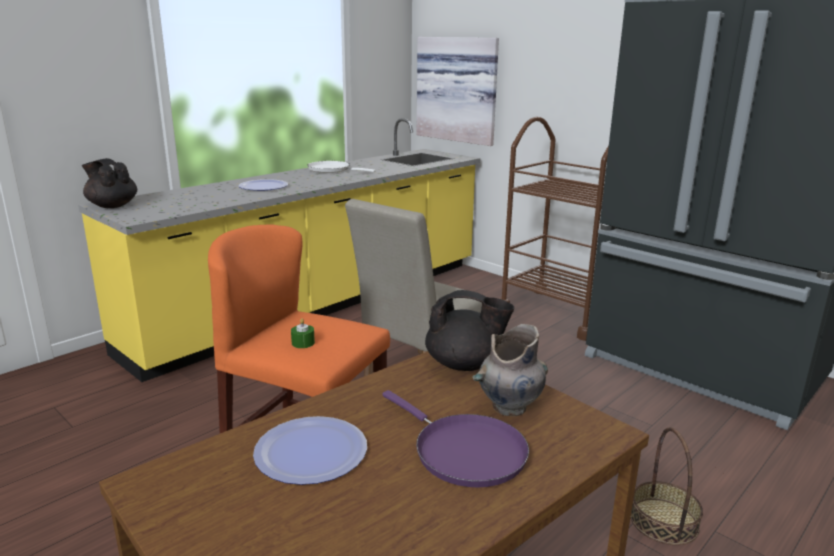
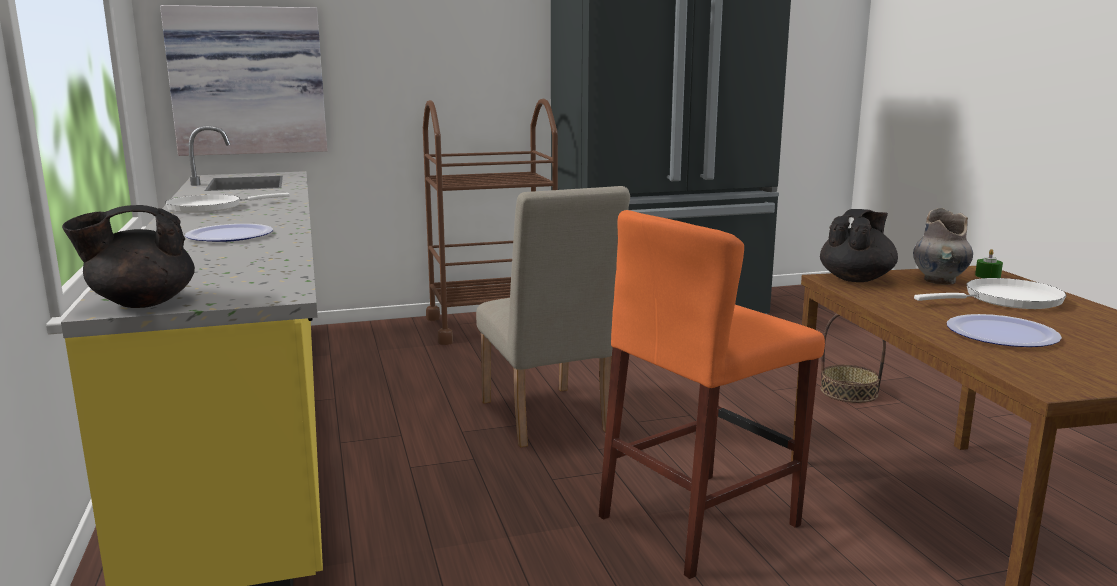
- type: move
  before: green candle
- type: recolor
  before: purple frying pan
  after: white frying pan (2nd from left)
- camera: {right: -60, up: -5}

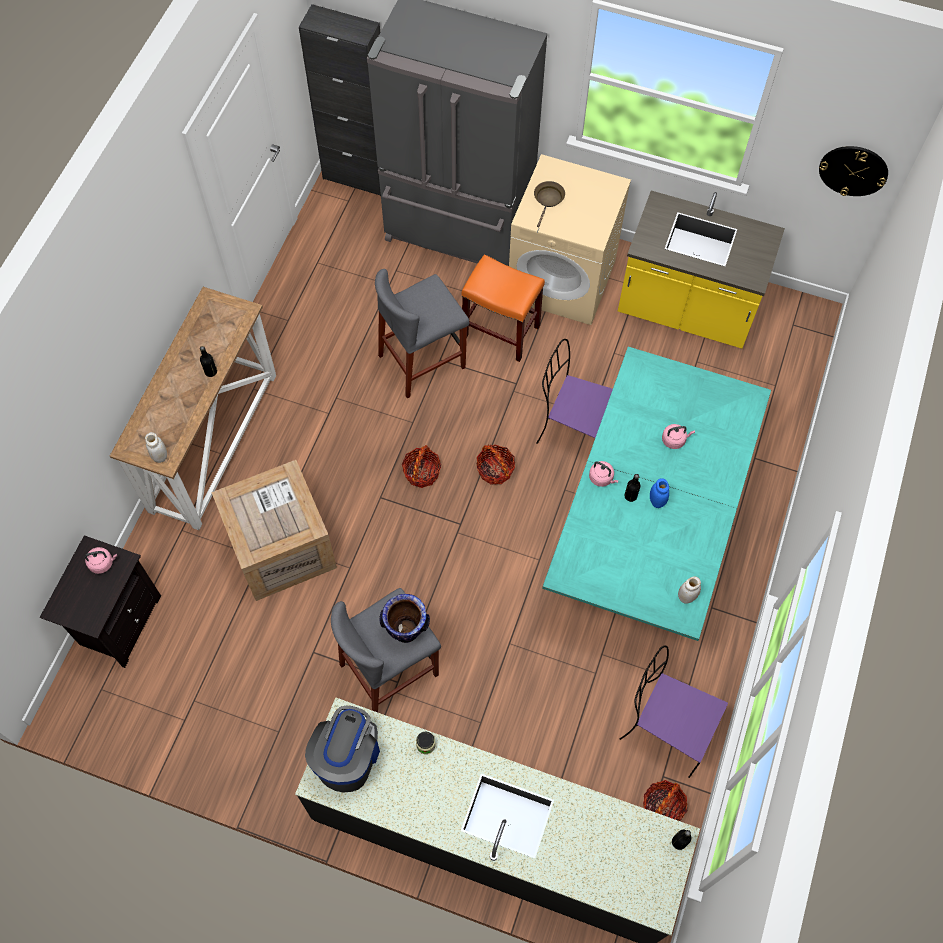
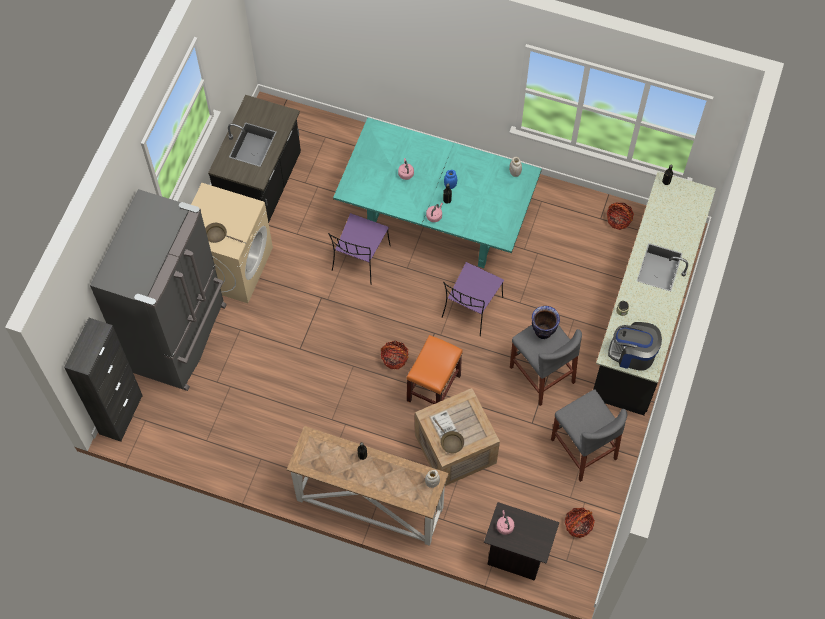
- type: delete
  before: wall clock
- type: insert
  after: brown frying pan (2nd from left)
- type: move
  before: grey stool (2nd from left)
- type: move
  before: orange stool
- type: move
  before: basket (2nd from left)
- type: move
  before: purple chair (2nd from left)
- type: recolor
  before: yellow counter
  after: black counter (1st from left)
- camera: {right: -90, up: 0}

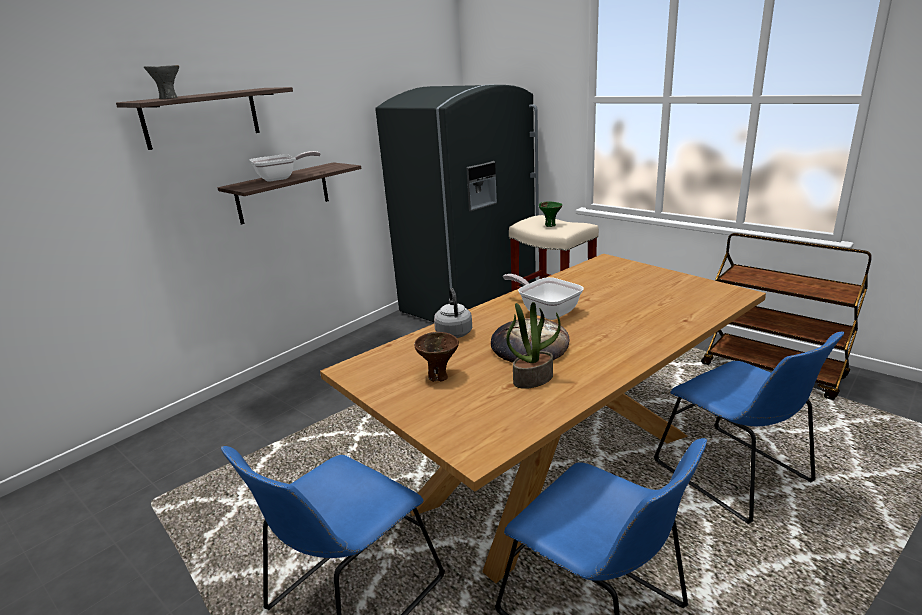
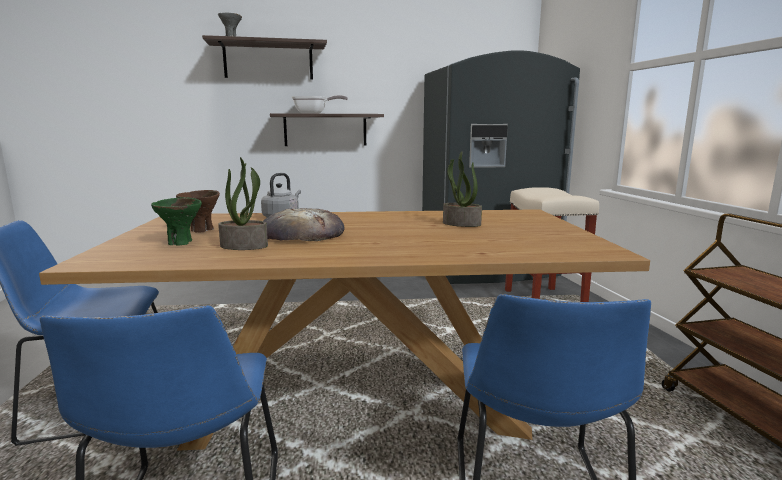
- type: delete
  before: frying pan (2nd from left)
- type: insert
  after: potted plant (2nd from left)
- type: move
  before: green bowl
- camera: {right: 35, up: -10}

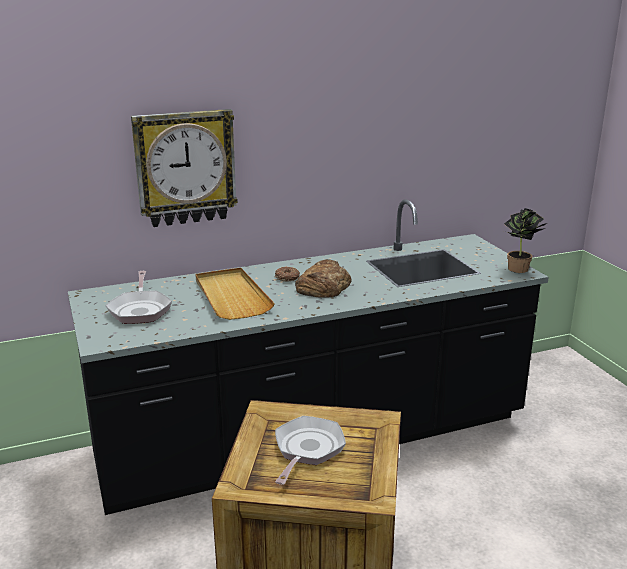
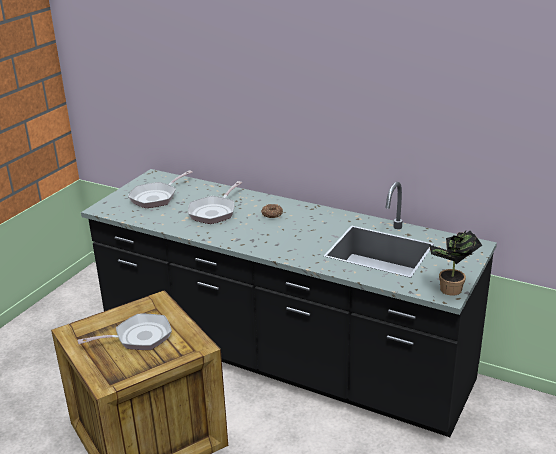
- type: delete
  before: wall clock
- type: delete
  before: bread
- type: replace
  before: beige tray
  after: frying pan (3rd from left)
- camera: {right: 50, up: 5}

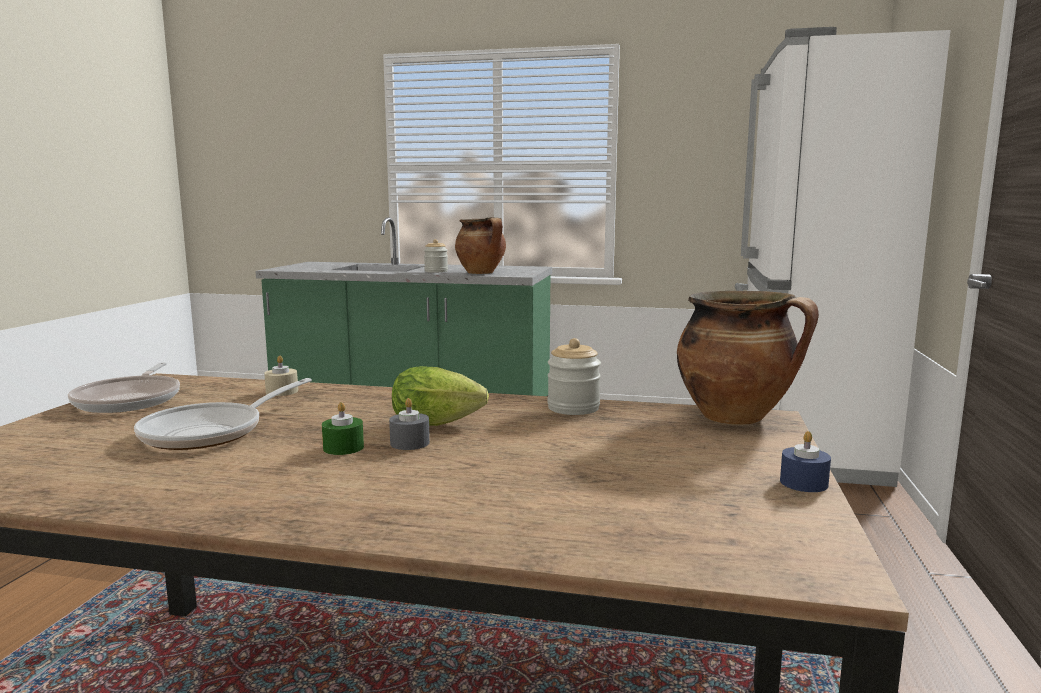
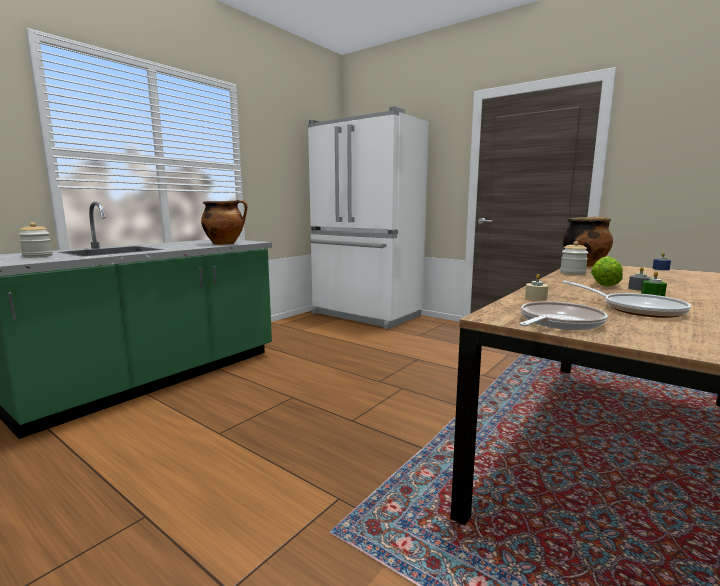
- type: move
  before: jar (1st from left)
- type: rotate
  before: frying pan (1st from left)
  turn: -60
- camera: {right: -65, up: 0}

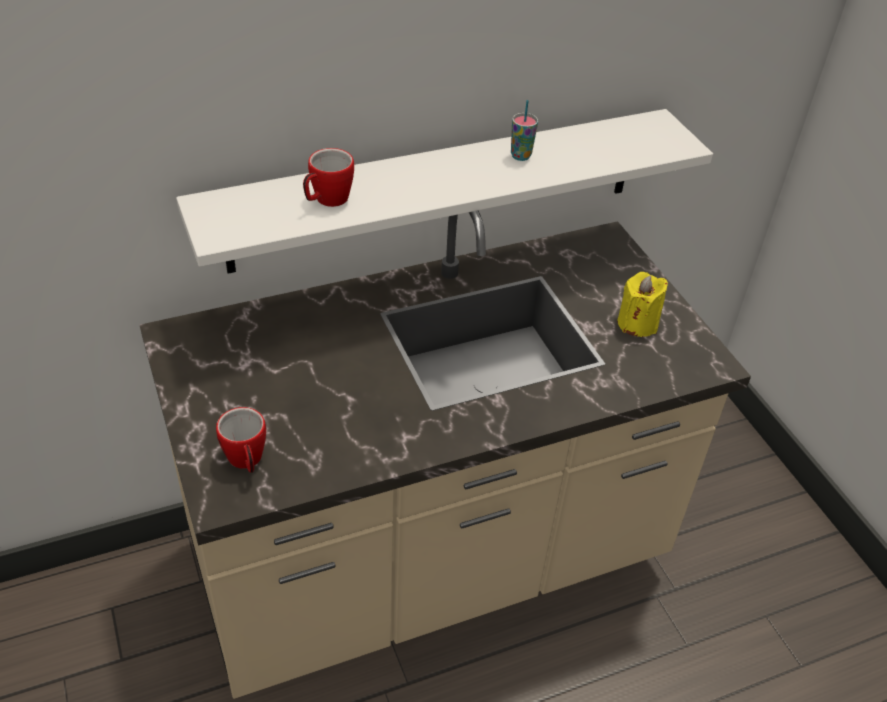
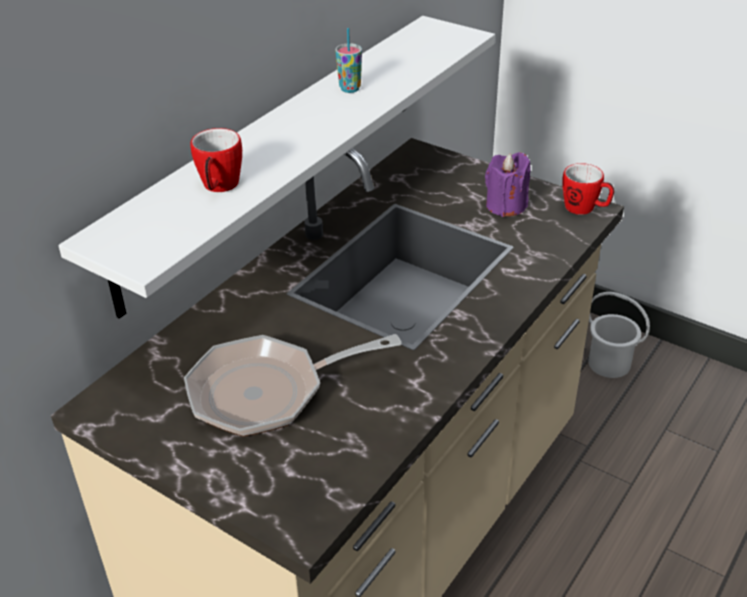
- type: insert
  after: frying pan
- type: insert
  after: white bucket
- type: move
  before: mug (1st from left in the first image)
  after: mug (2nd from left)
- type: recolor
  before: yellow candle
  after: purple candle
- camera: {right: -30, up: -5}

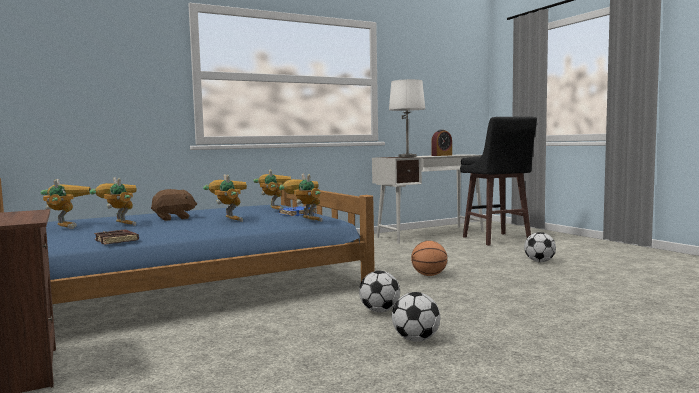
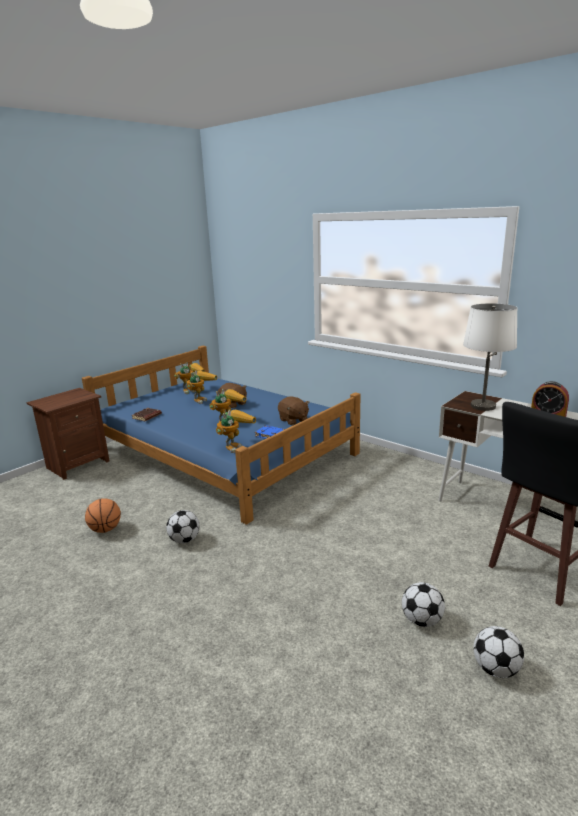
- type: move
  before: football (2nd from left in the first image)
  after: football (3rd from left)
- type: move
  before: basketball
- type: replace
  before: toy robot (4th from left)
  after: brown plush toy (2nd from left)
- camera: {right: 70, up: 15}

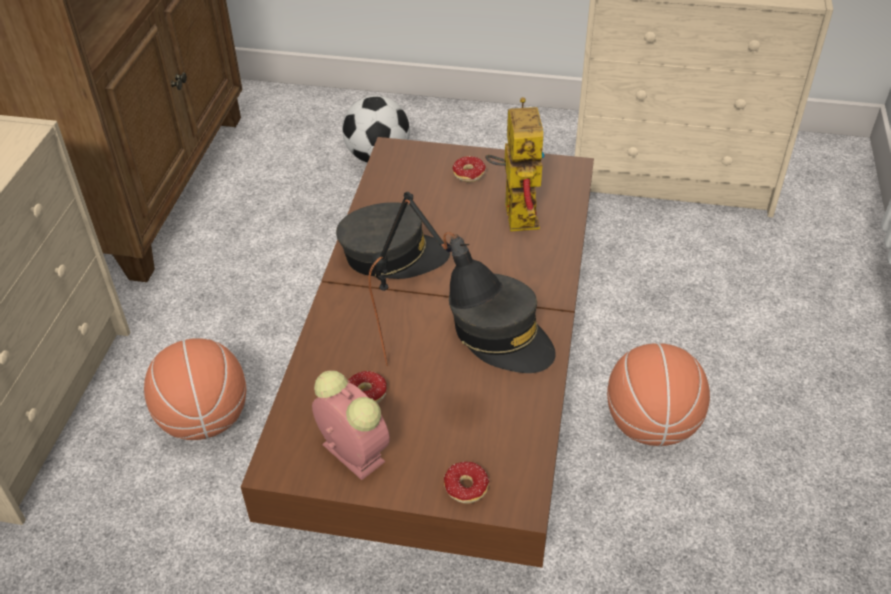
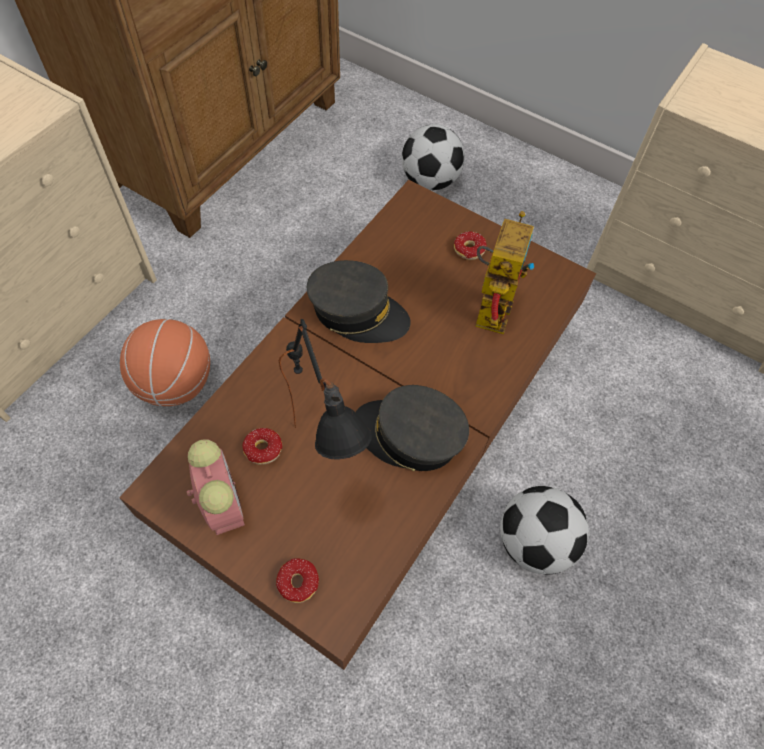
- type: replace
  before: basketball (2nd from left)
  after: football (2nd from left)
- type: rotate
  before: grey cap (2nd from left)
  turn: 135
- camera: {right: 20, up: 15}

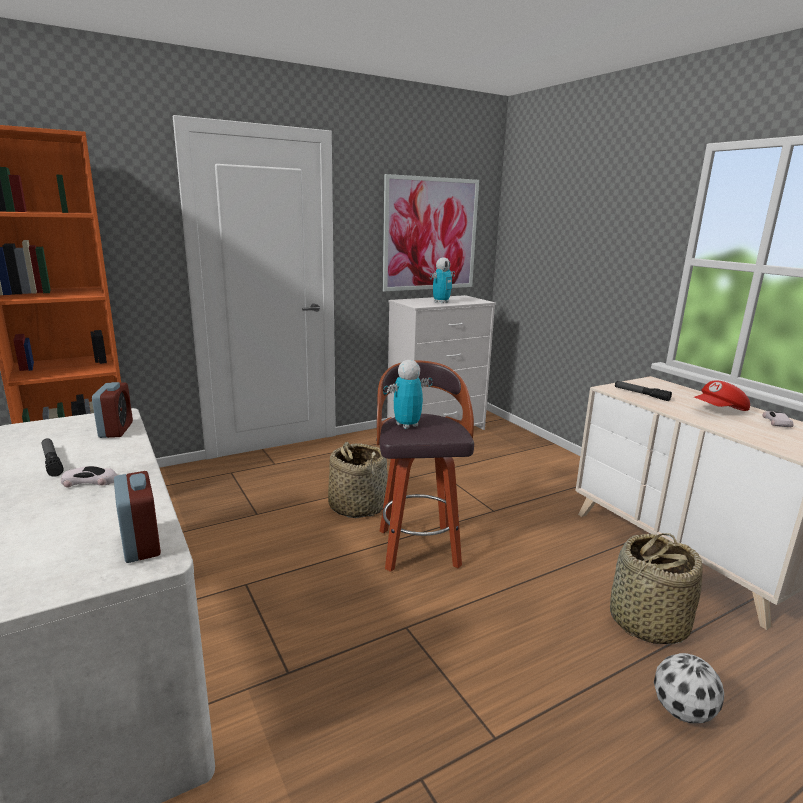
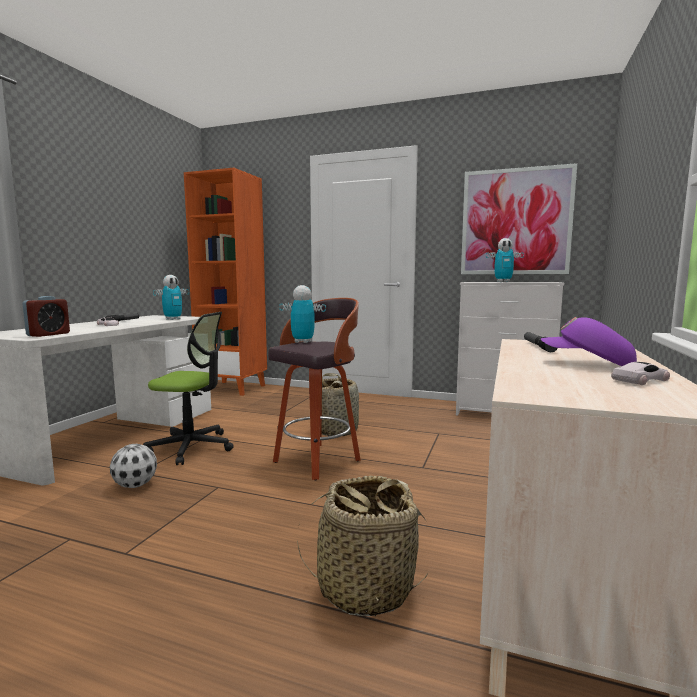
- type: insert
  after: office chair
- type: move
  before: football
- type: replace
  before: alarm clock (1st from left)
  after: toy robot (1st from left)
- type: recolor
  before: red cap
  after: purple cap
- camera: {right: 50, up: -10}

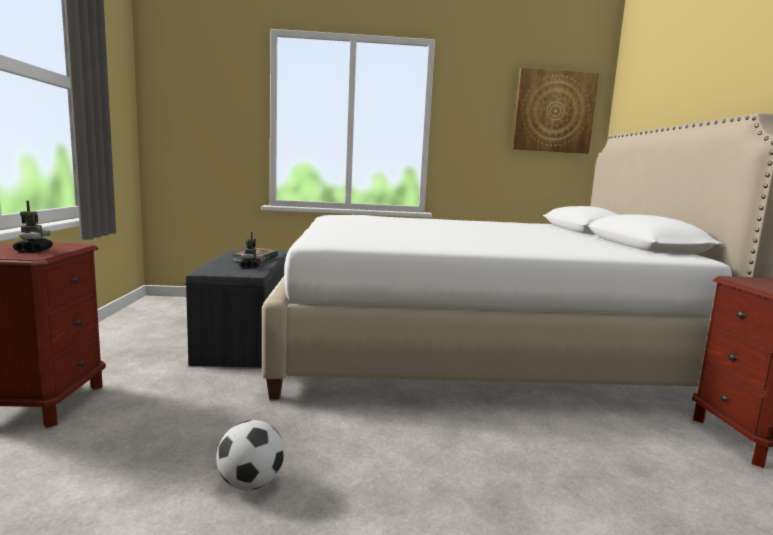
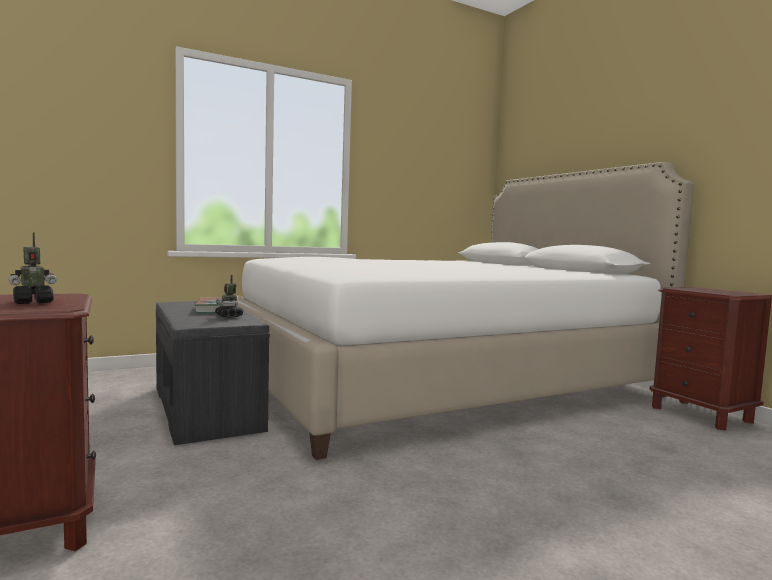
- type: delete
  before: football
- type: delete
  before: picture
- type: rotate
  before: toy robot (1st from left)
  turn: 90
- camera: {right: -25, up: -5}

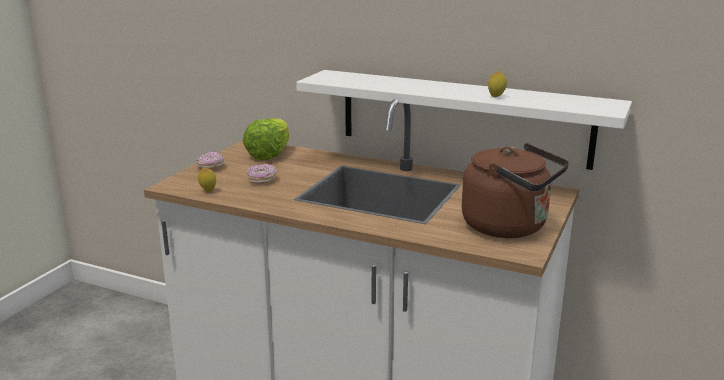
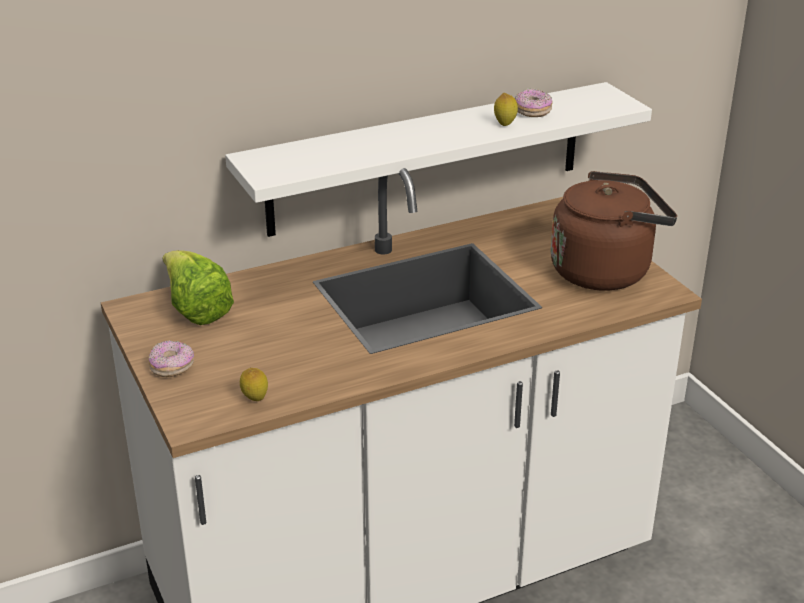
- type: move
  before: donut (2nd from left)
- camera: {right: -50, up: 10}

